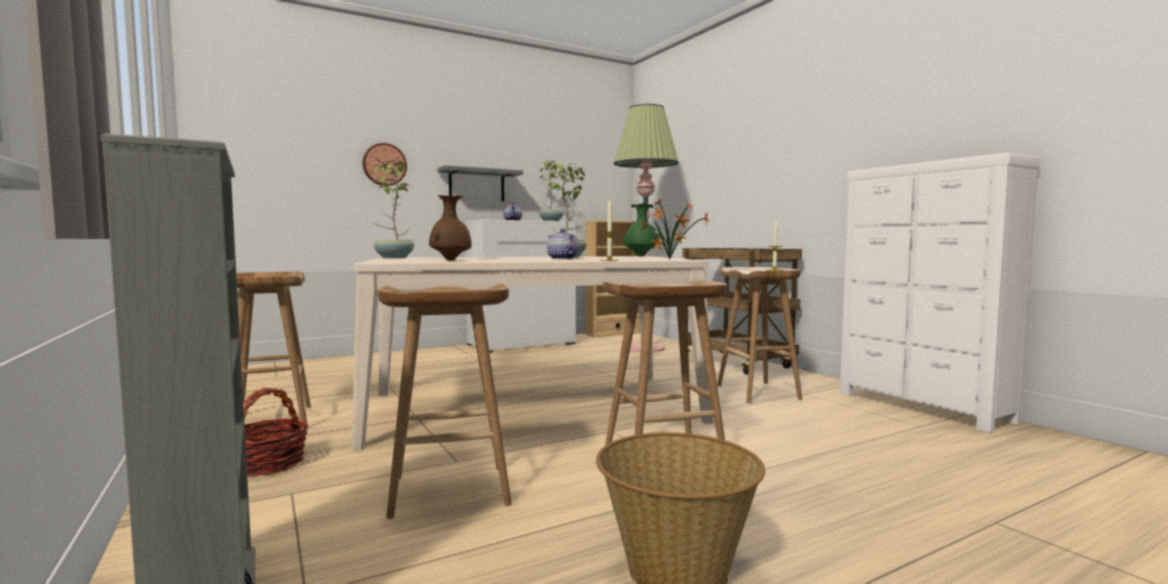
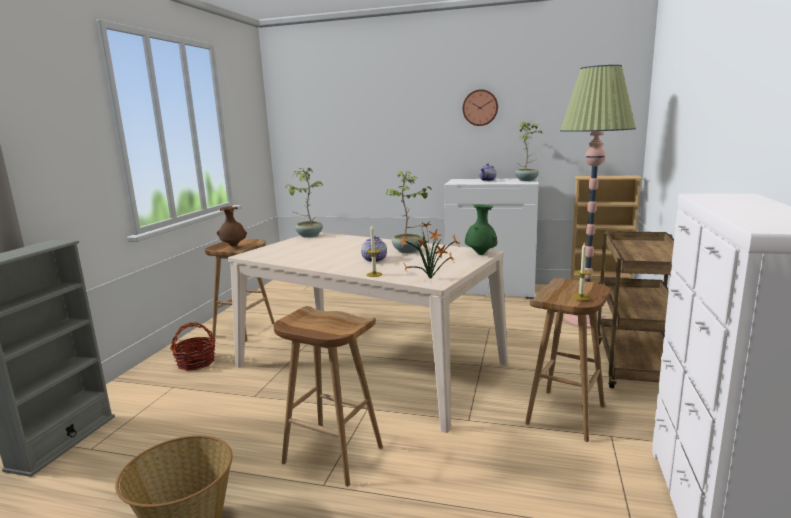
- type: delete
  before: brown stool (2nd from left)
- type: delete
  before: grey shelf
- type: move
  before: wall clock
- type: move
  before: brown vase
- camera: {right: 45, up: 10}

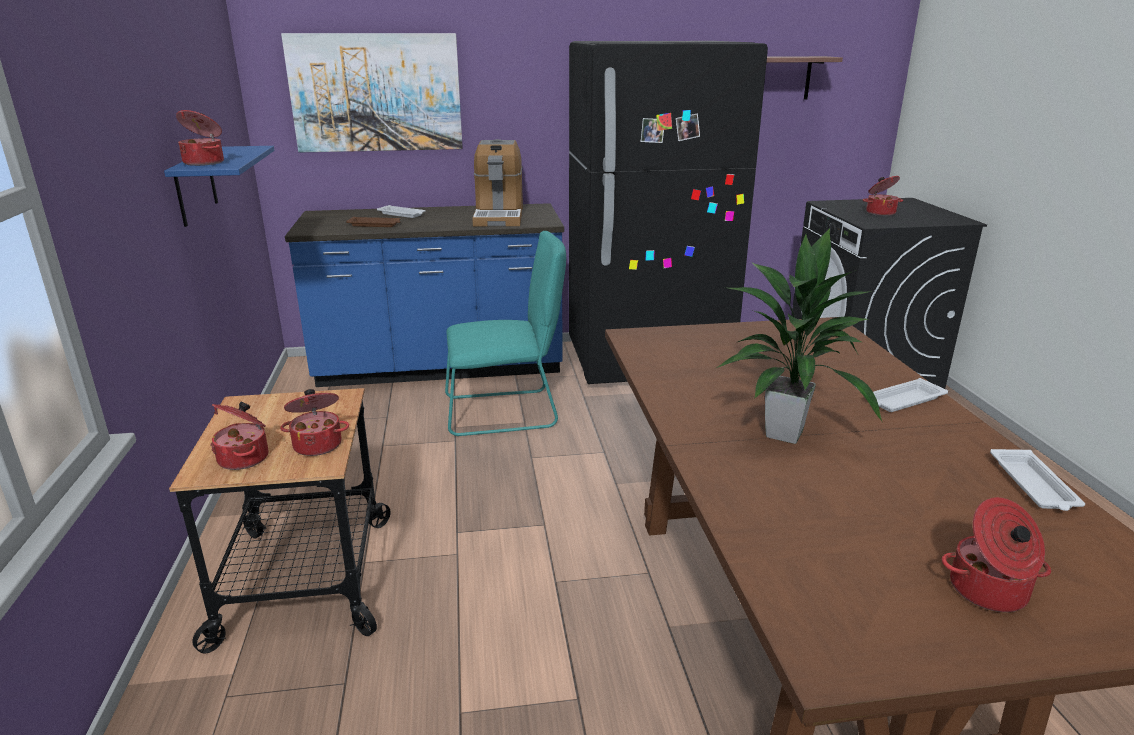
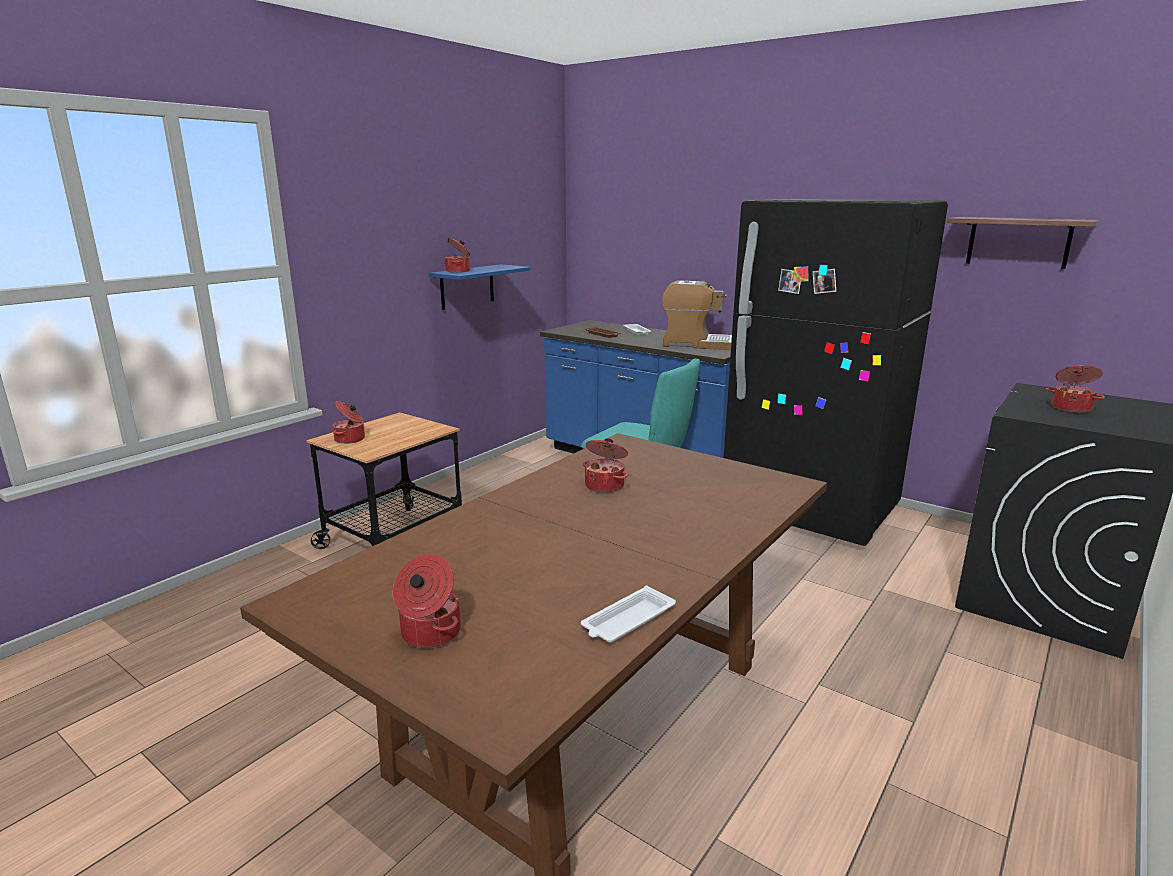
- type: delete
  before: picture
- type: delete
  before: potted plant
- type: delete
  before: white tray (2nd from left)
- type: move
  before: cooking pot (3rd from left in the first image)
  after: cooking pot (4th from left)
- type: rotate
  before: coffee machine
  turn: -120
- camera: {right: 45, up: -5}

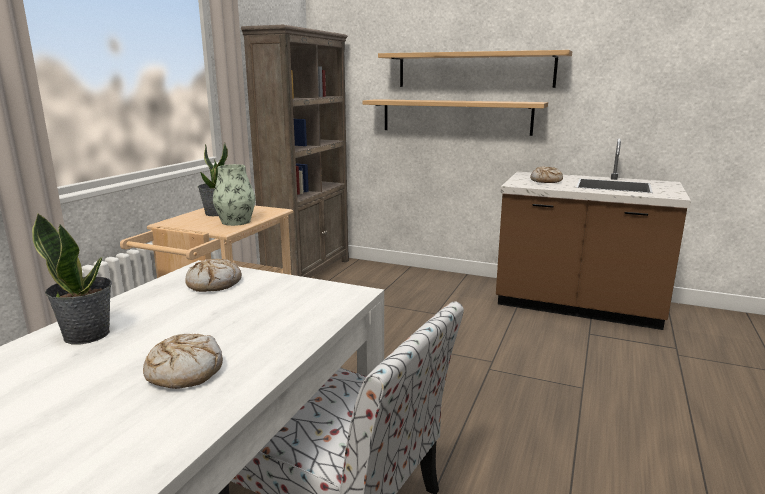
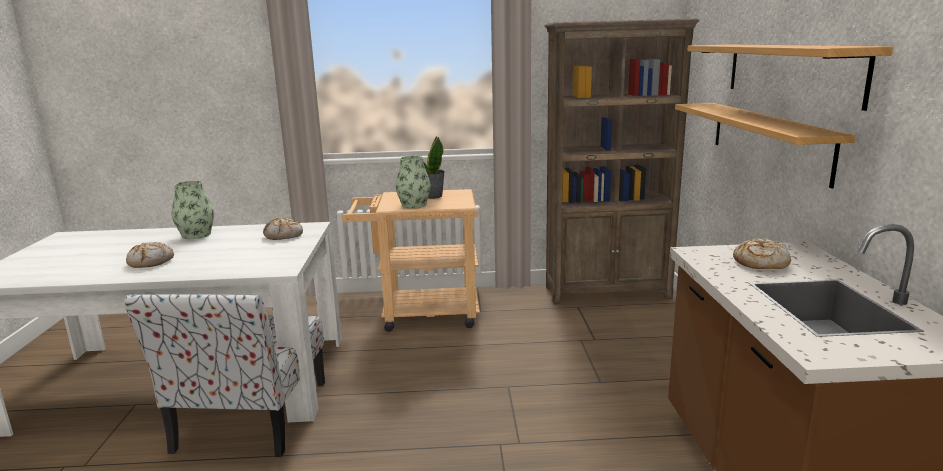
- type: replace
  before: potted plant (1st from left)
  after: vase (1st from left)
- camera: {right: 65, up: 0}

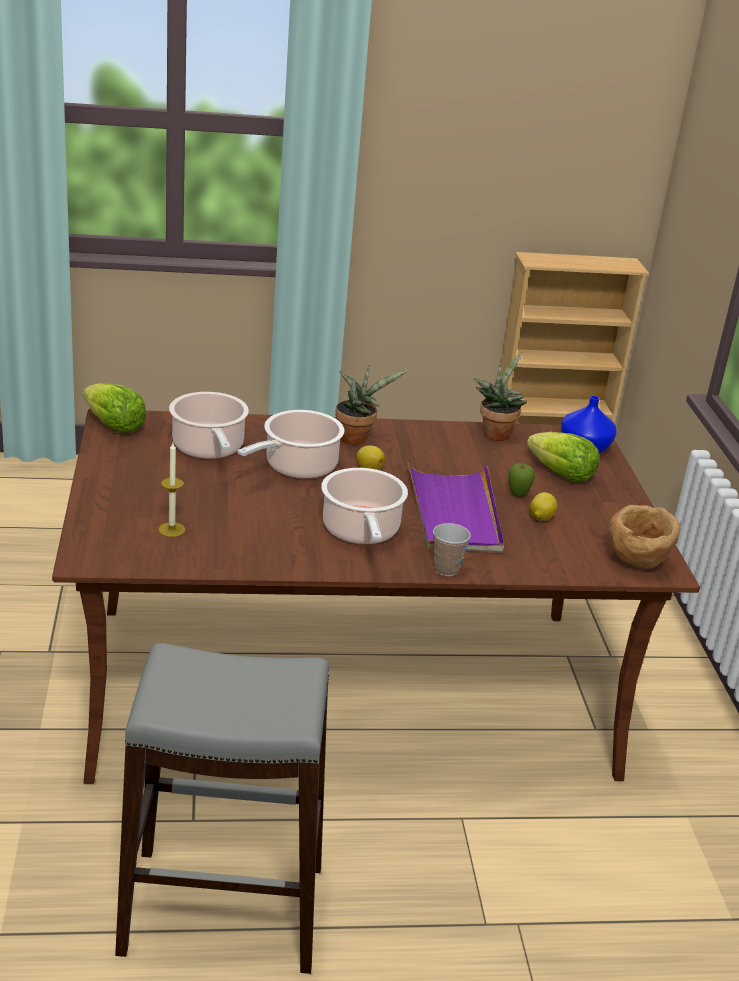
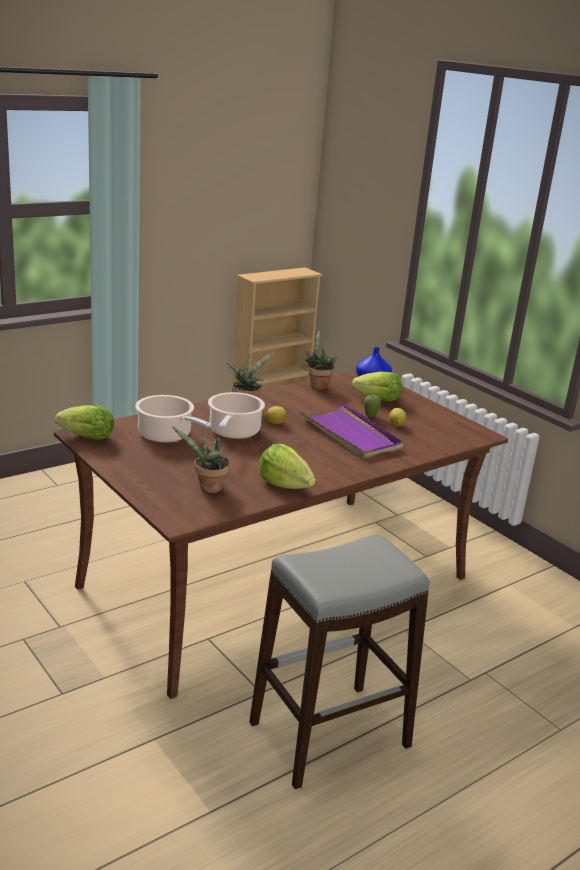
- type: delete
  before: cooking pot (3rd from left)
- type: delete
  before: cup
- type: delete
  before: brown bowl
- type: insert
  after: lettuce (2nd from left)
- type: replace
  before: candle
  after: potted plant (1st from left)
- camera: {right: -30, up: -5}

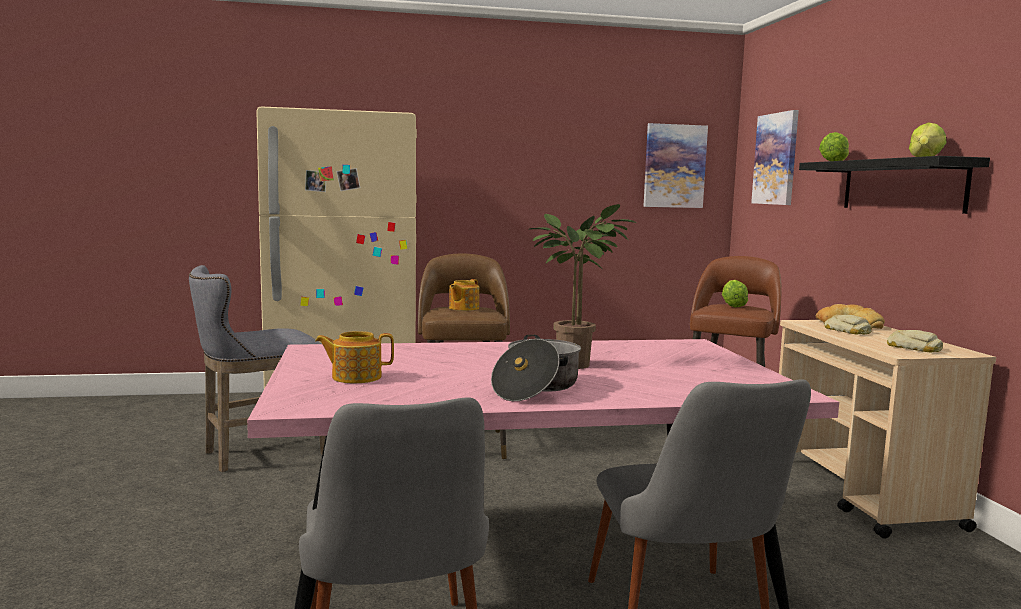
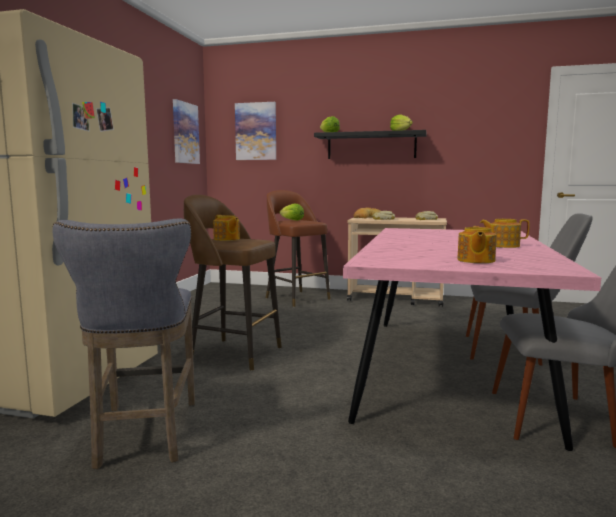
- type: delete
  before: potted plant
- type: replace
  before: cooking pot
  after: teapot (3rd from left)
- camera: {right: -65, up: 0}

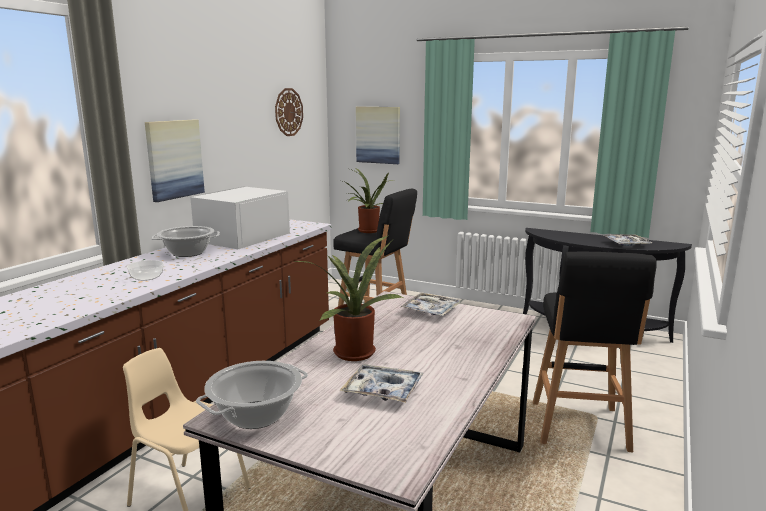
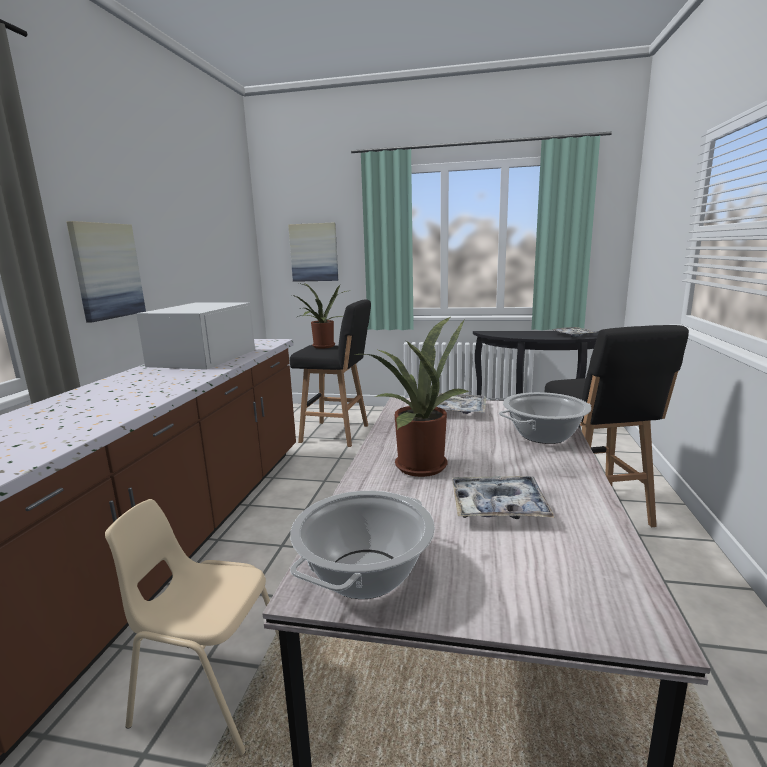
- type: delete
  before: bowl
- type: delete
  before: wall clock
- type: move
  before: cooking pot (1st from left in the first image)
  after: cooking pot (2nd from left)
- camera: {right: -15, up: 0}

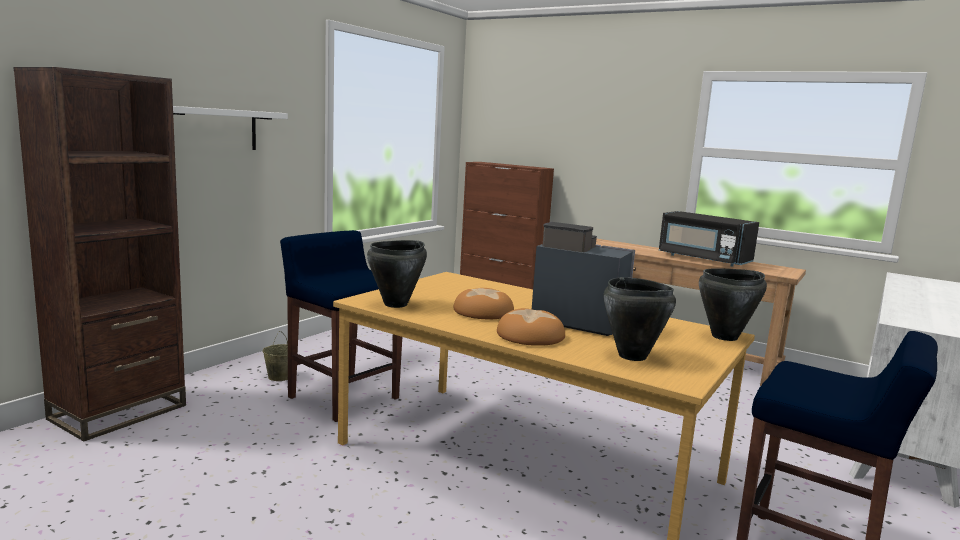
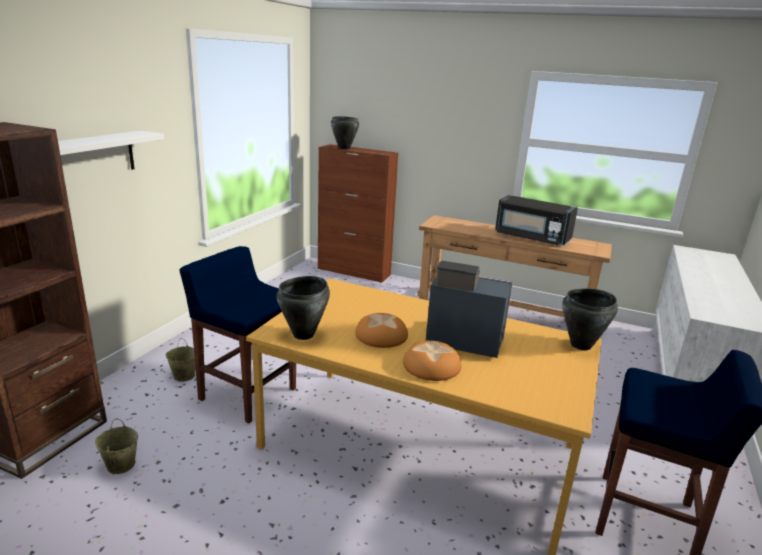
- type: insert
  after: beige bucket (1st from left)
- type: move
  before: black cooking pot (2nd from left)
- camera: {right: -10, up: 10}

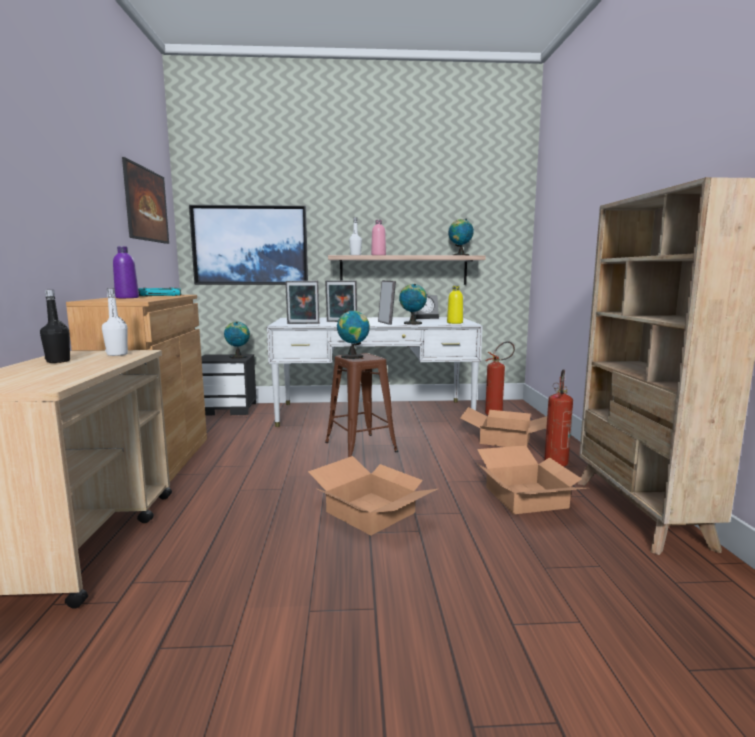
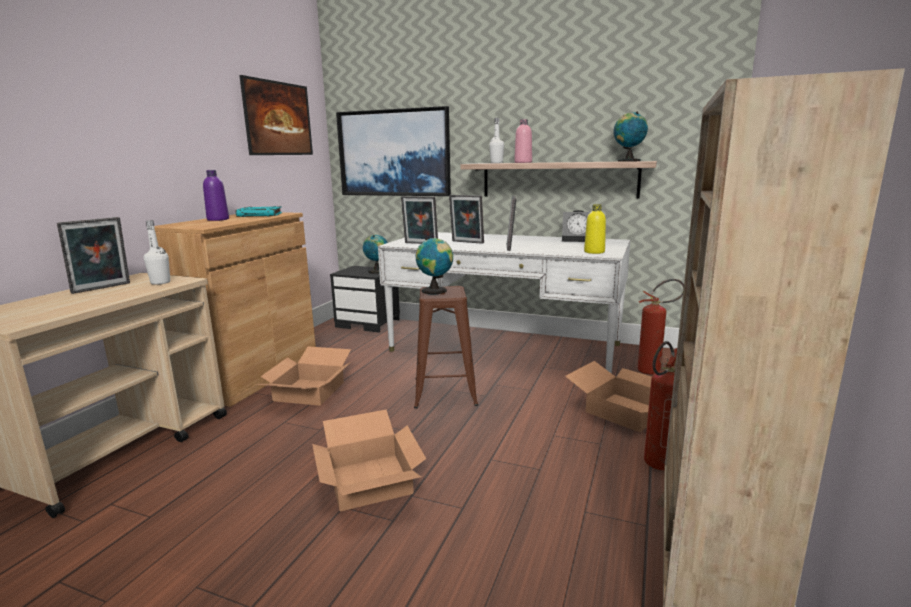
- type: delete
  before: globe (3rd from left)
- type: move
  before: cardboard box (3rd from left in the first image)
  after: cardboard box (1st from left)
- type: replace
  before: black bottle
  after: picture frame (1st from left)
- camera: {right: 25, up: 5}

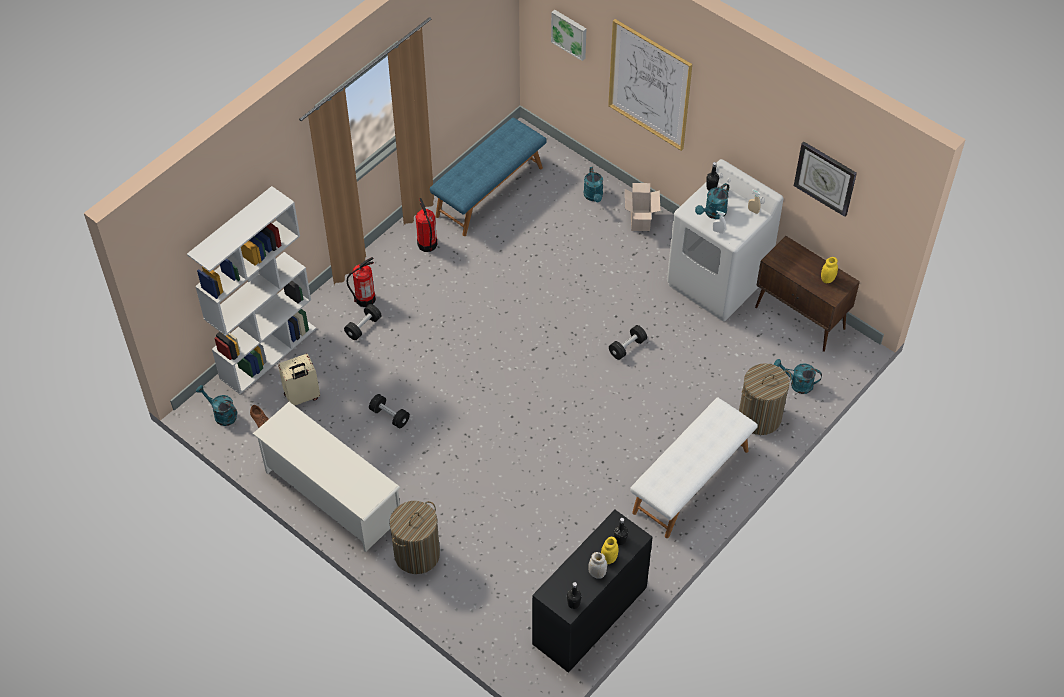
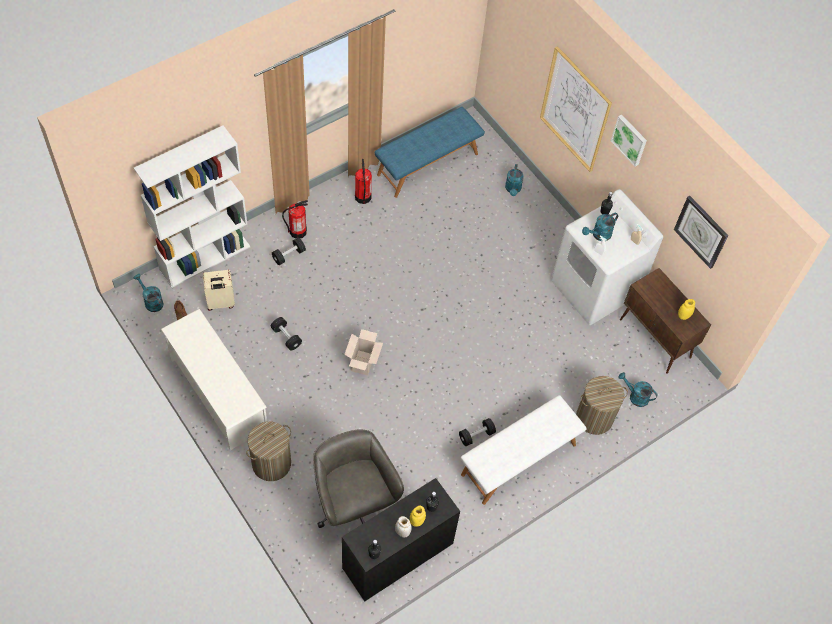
- type: insert
  after: grey office chair
- type: move
  before: picture (1st from left in the first image)
  after: picture (2nd from left)
- type: move
  before: black dumbbell (3rd from left)
- type: move
  before: cardboard box
- camera: {right: 10, up: 5}

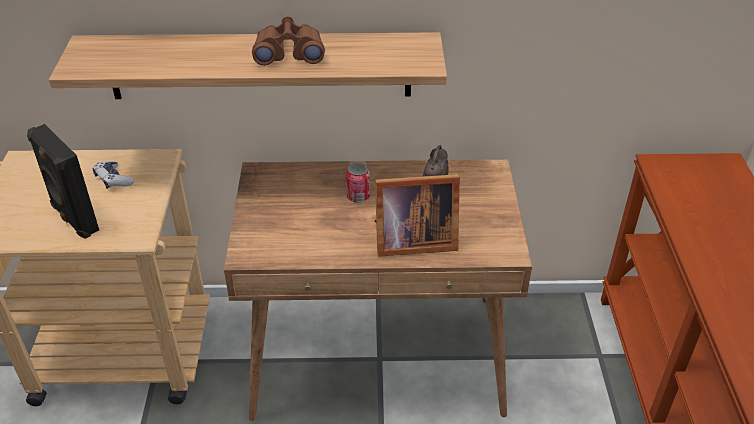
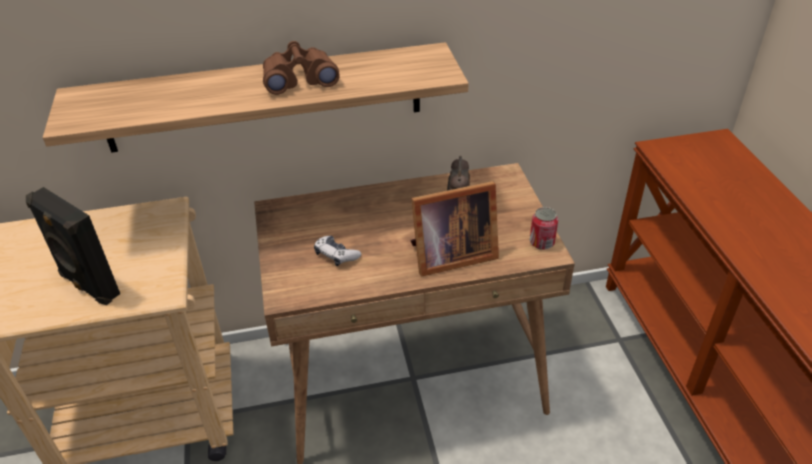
- type: move
  before: game controller
- type: move
  before: can
- camera: {right: -10, up: 0}

